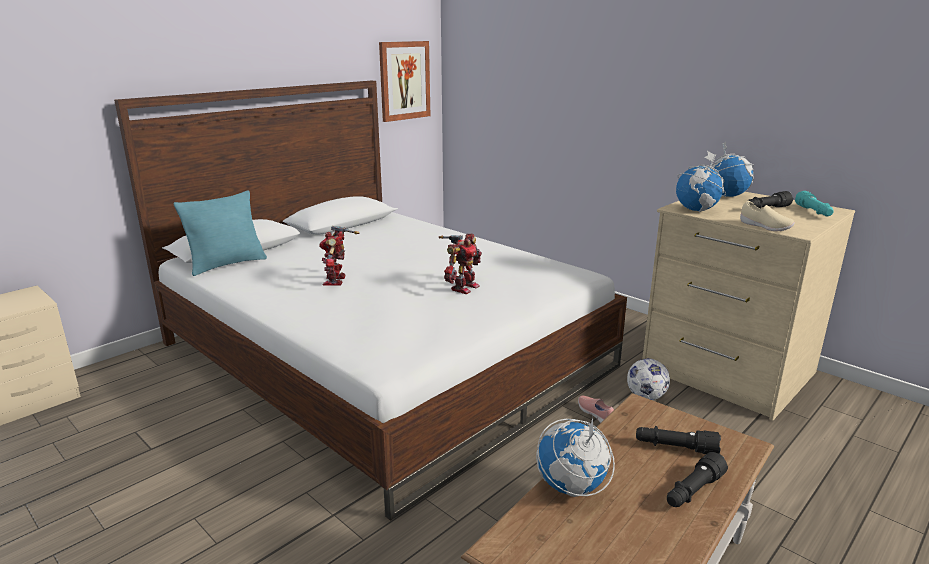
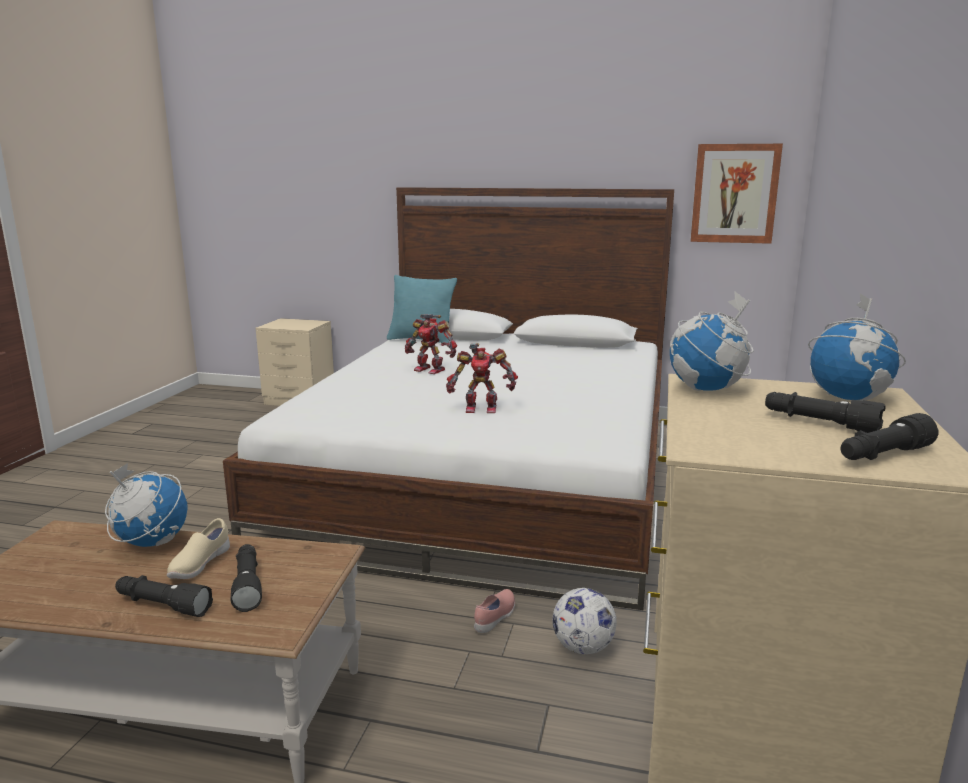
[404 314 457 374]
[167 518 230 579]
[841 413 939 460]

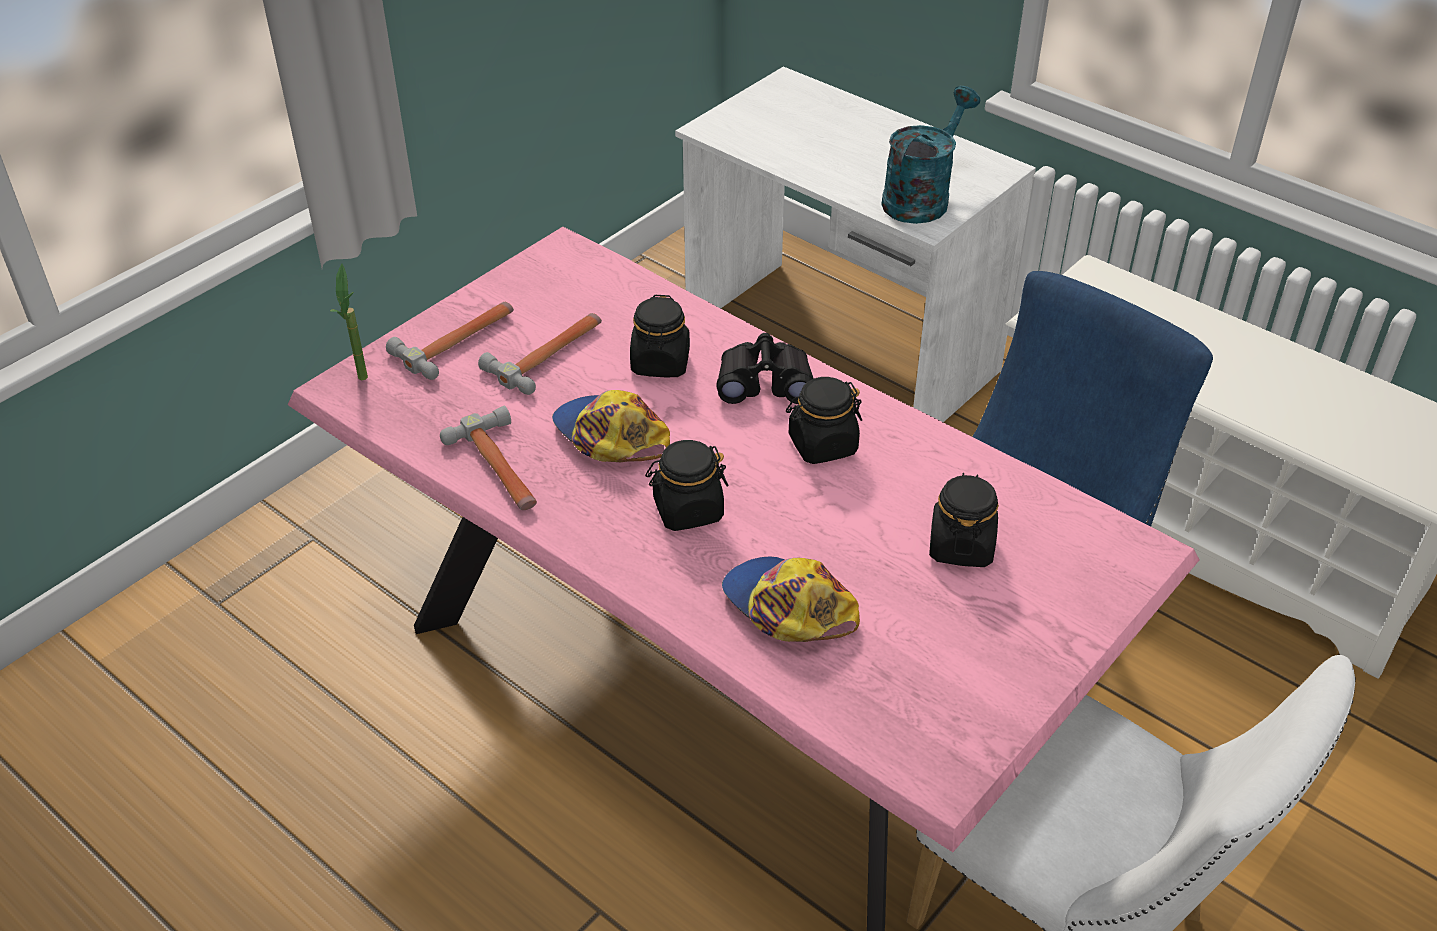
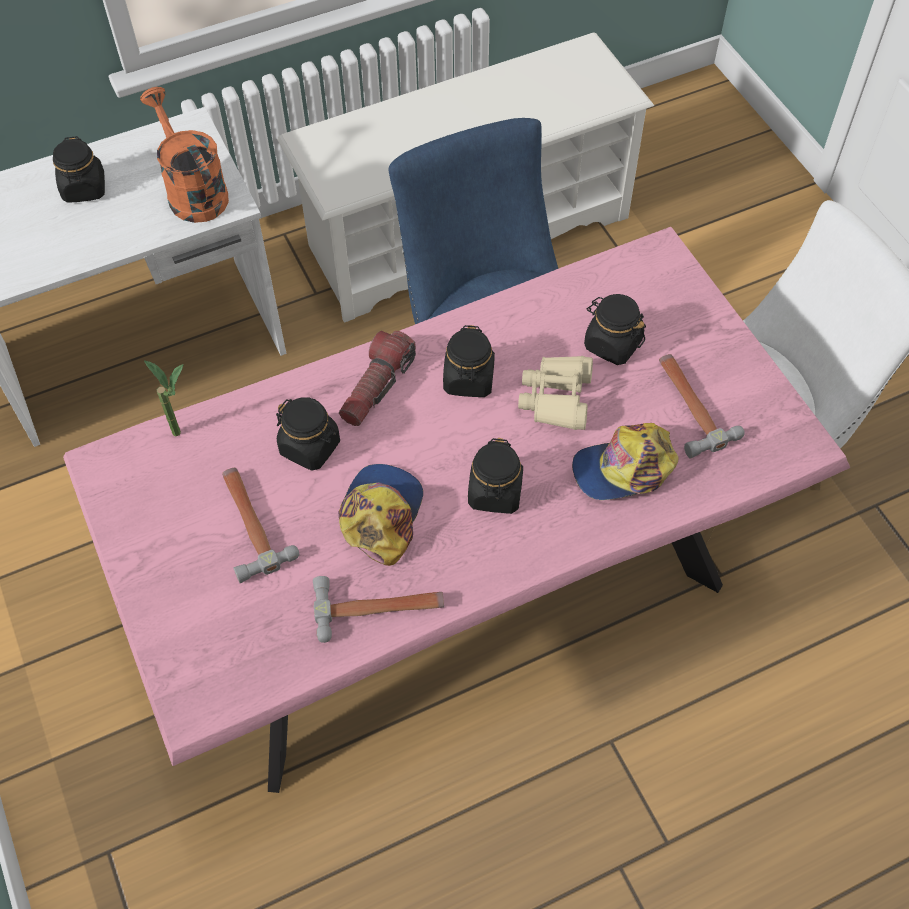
[144 360 184 436]
[659 354 745 458]
[338 464 423 566]
[339 331 416 426]
[140 87 229 223]
[53 136 105 203]
[518 356 593 430]

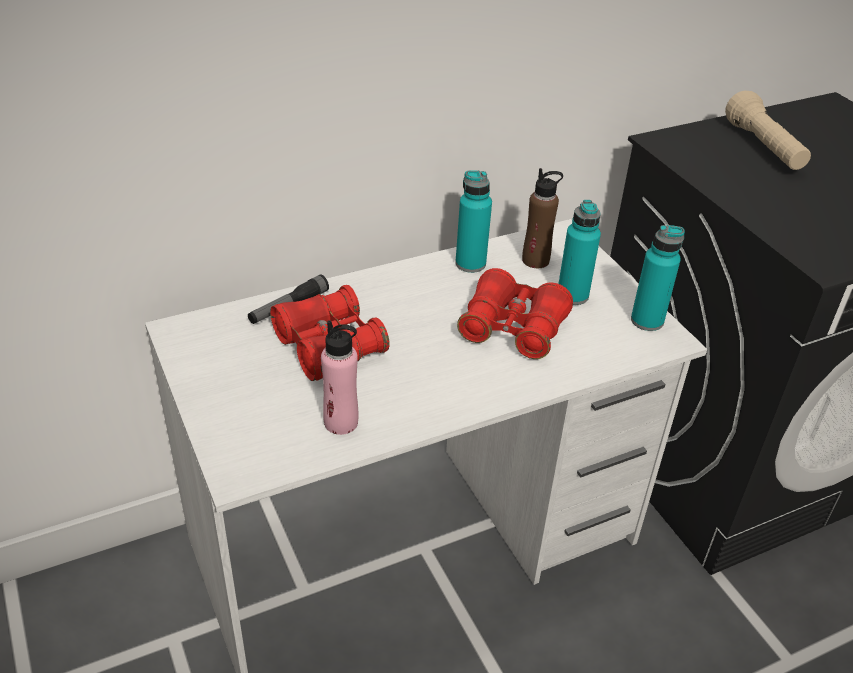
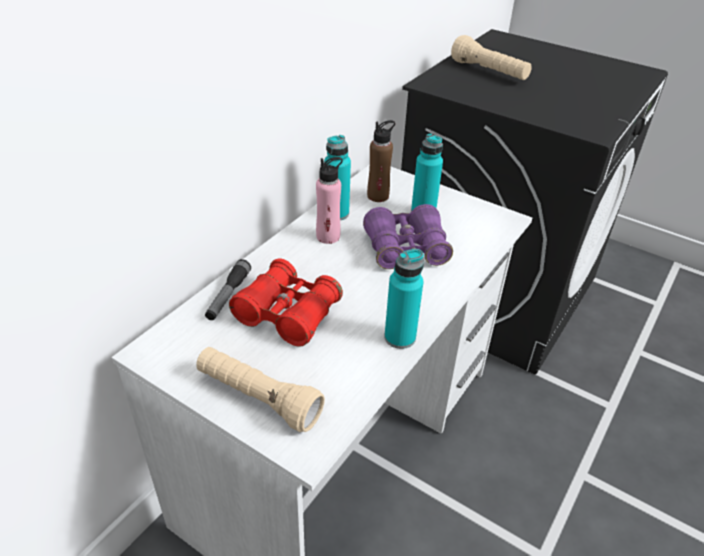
[316 157 343 244]
[363 204 453 269]
[384 249 424 349]
[196 347 325 432]

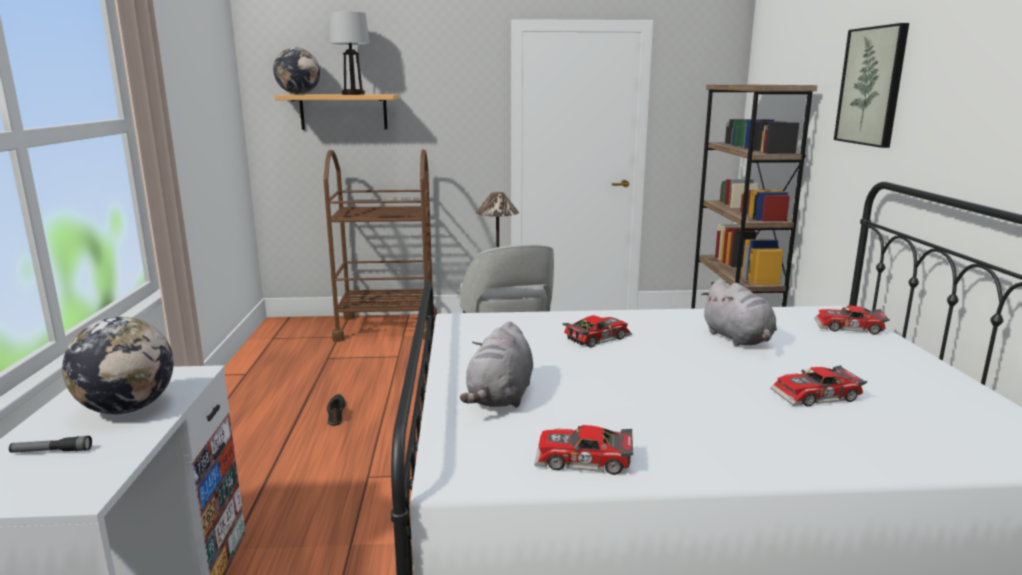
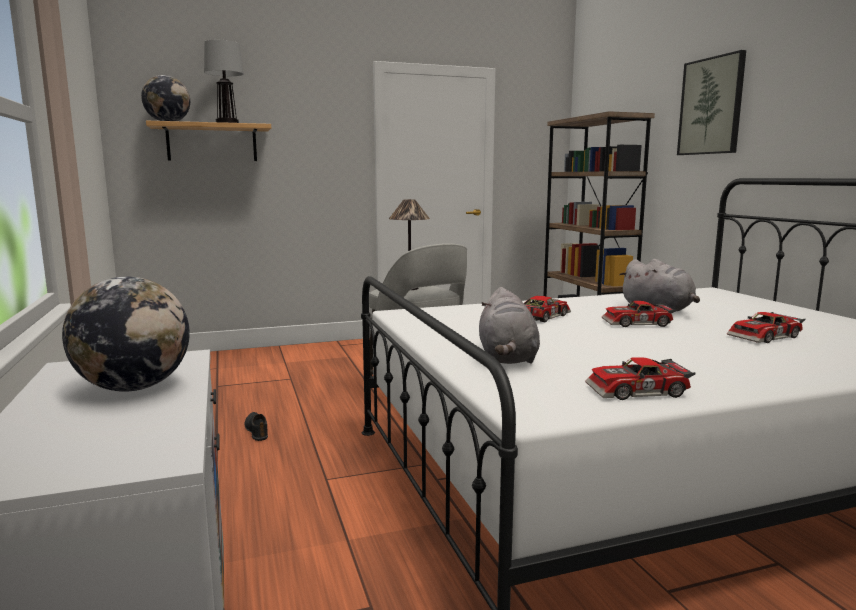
[9 436 92 453] (first image)
[323 149 437 342] (first image)
[602 301 676 327]

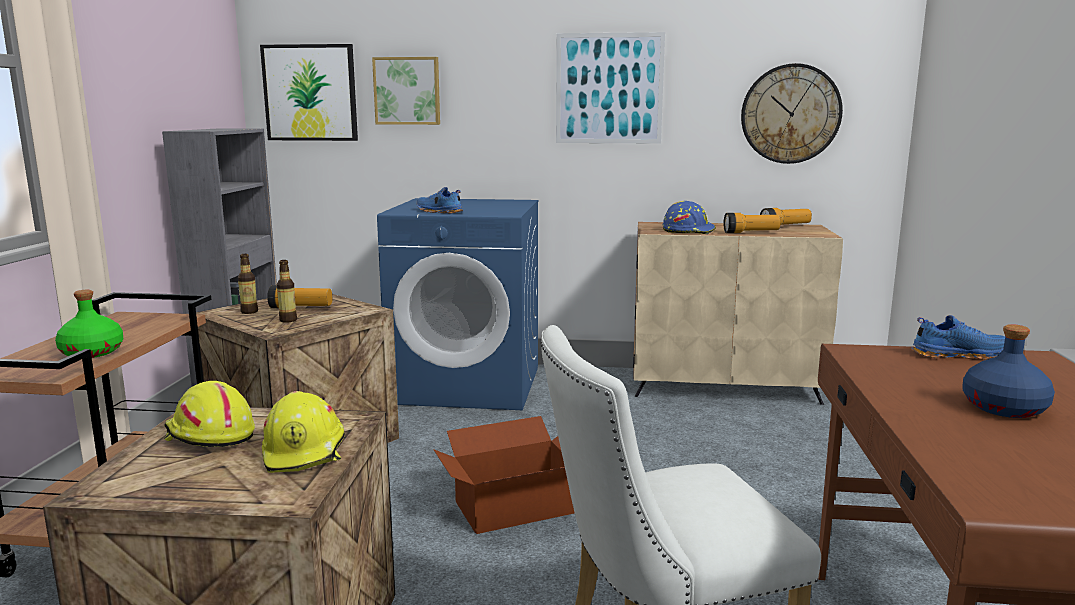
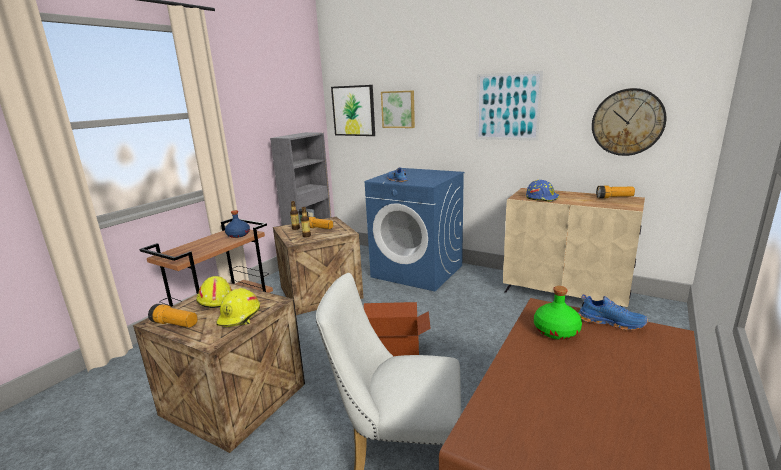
[534 286 582 340]
[148 304 198 328]
[225 210 250 238]

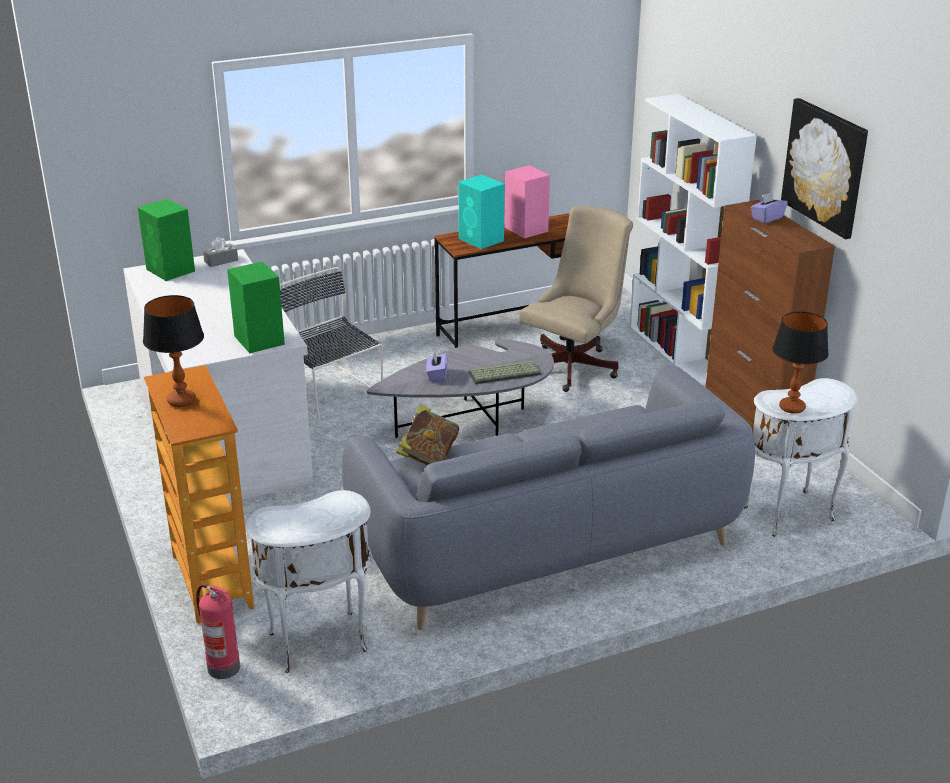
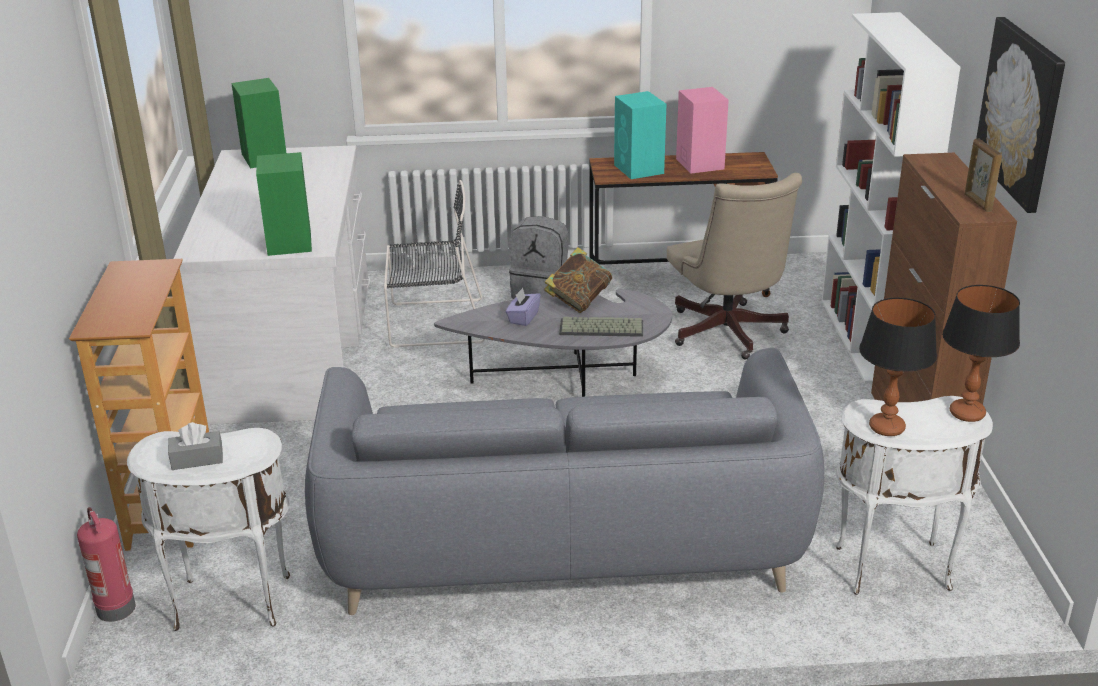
[942 285 1020 422]
[168 422 223 470]
[384 180 485 348]
[544 247 612 313]
[667 173 802 360]
[750 192 788 224] (first image)
[509 216 569 299]
[965 139 1002 212]

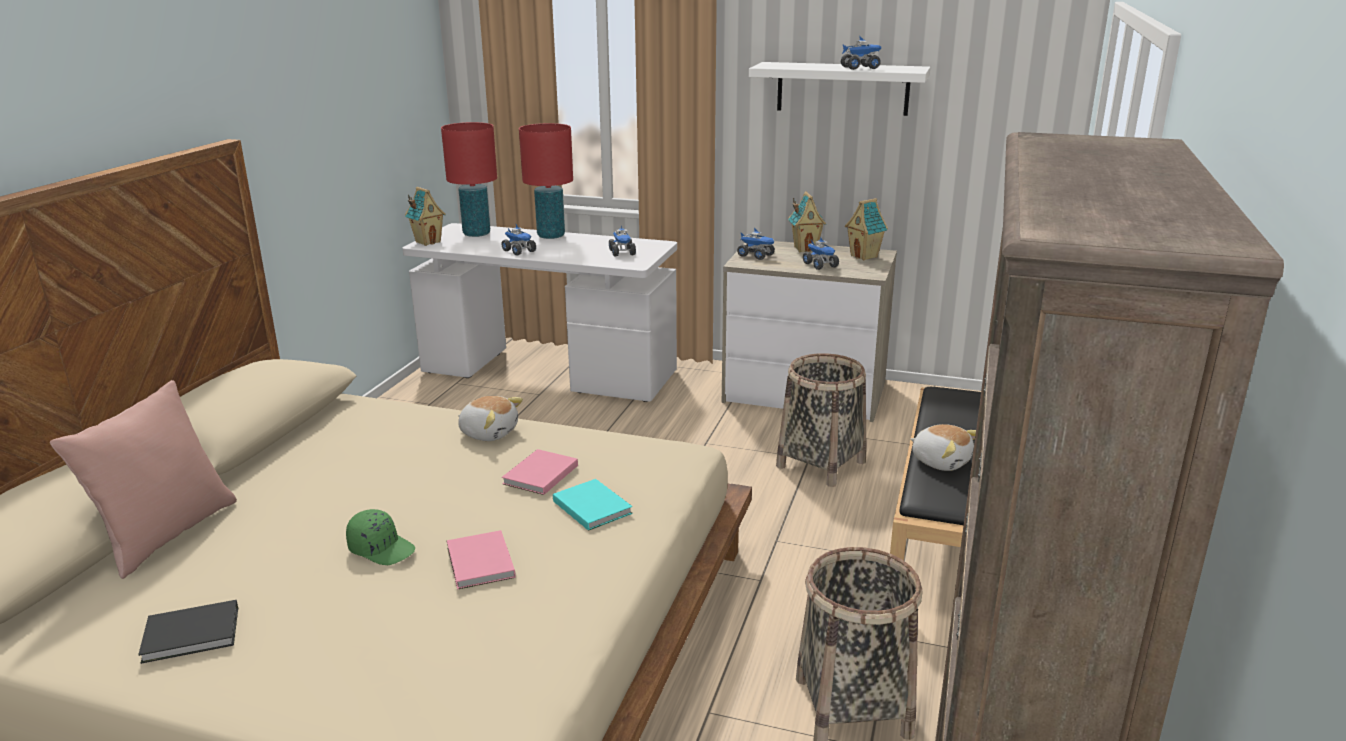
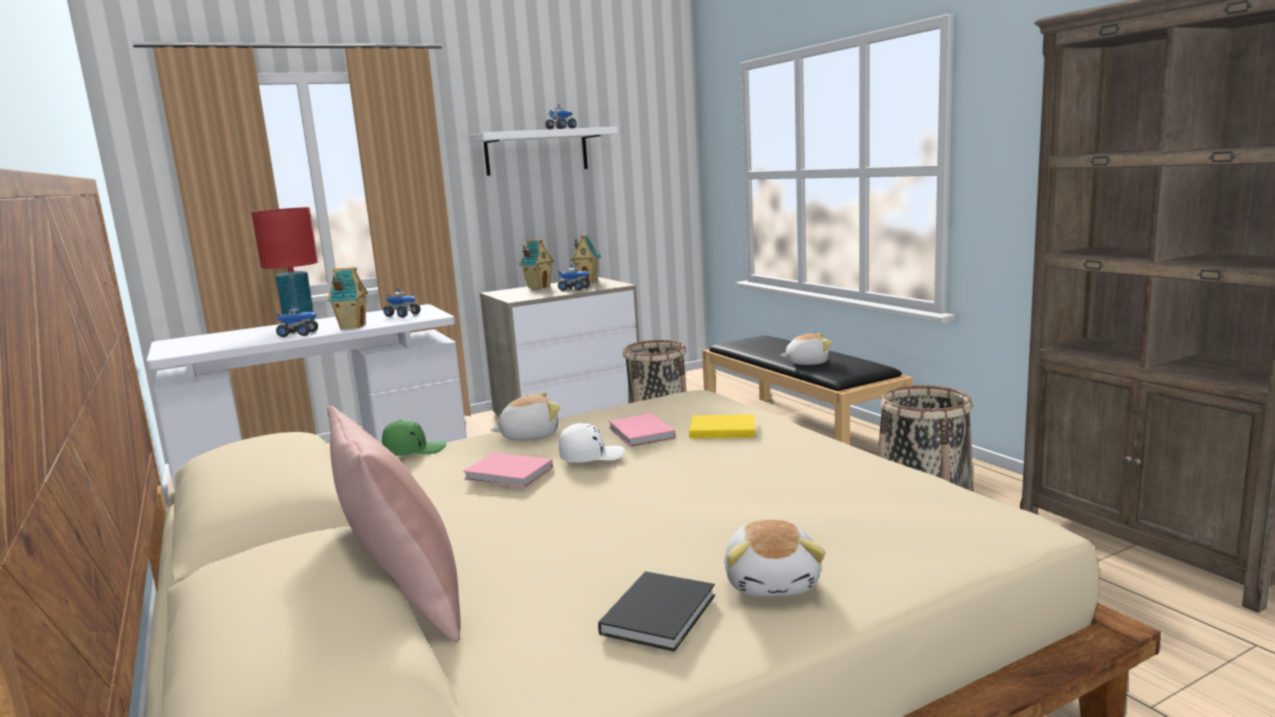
[382 419 447 456]
[328 267 368 329]
[441 122 497 237] (first image)
[463 453 553 488]
[689 414 755 438]
[737 227 775 260] (first image)
[559 423 625 463]
[724 520 826 597]

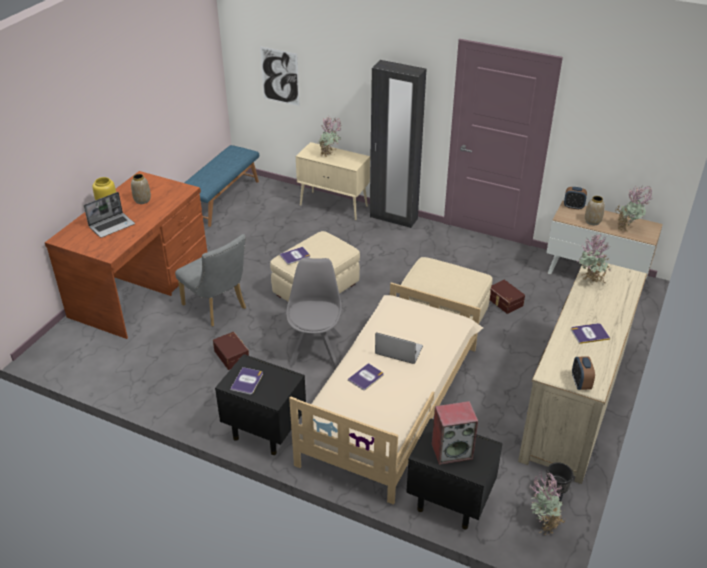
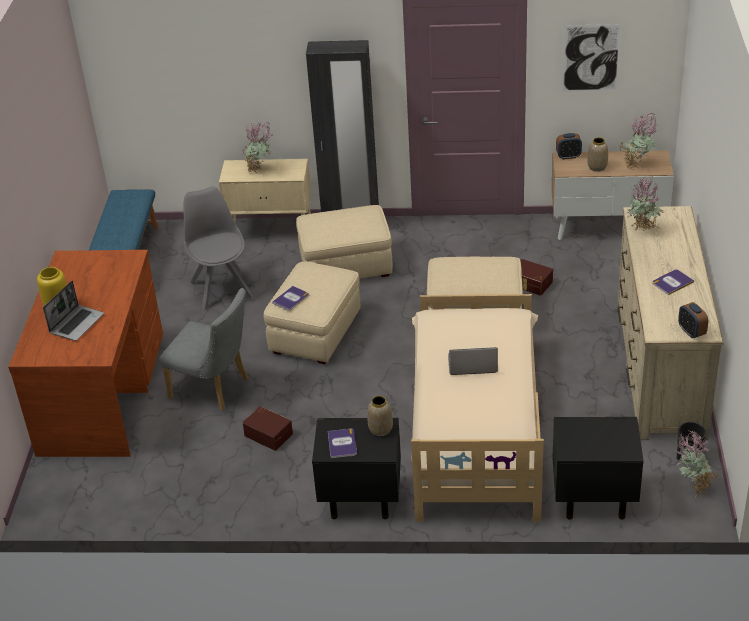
[367 396 393 436]
[562 24 621 92]
[184 187 253 310]
[348 363 384 390] (first image)
[432 401 478 465] (first image)
[296 205 393 278]

